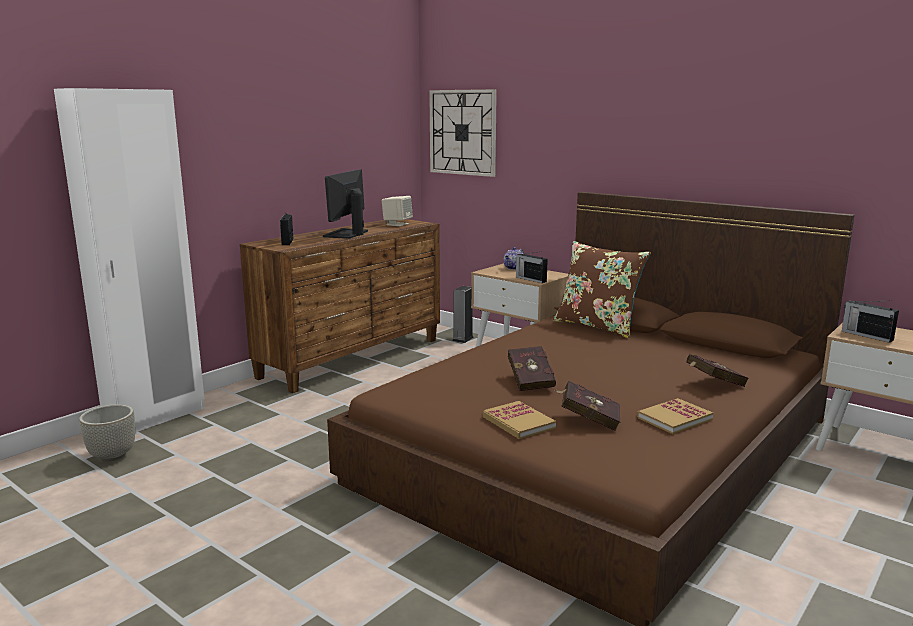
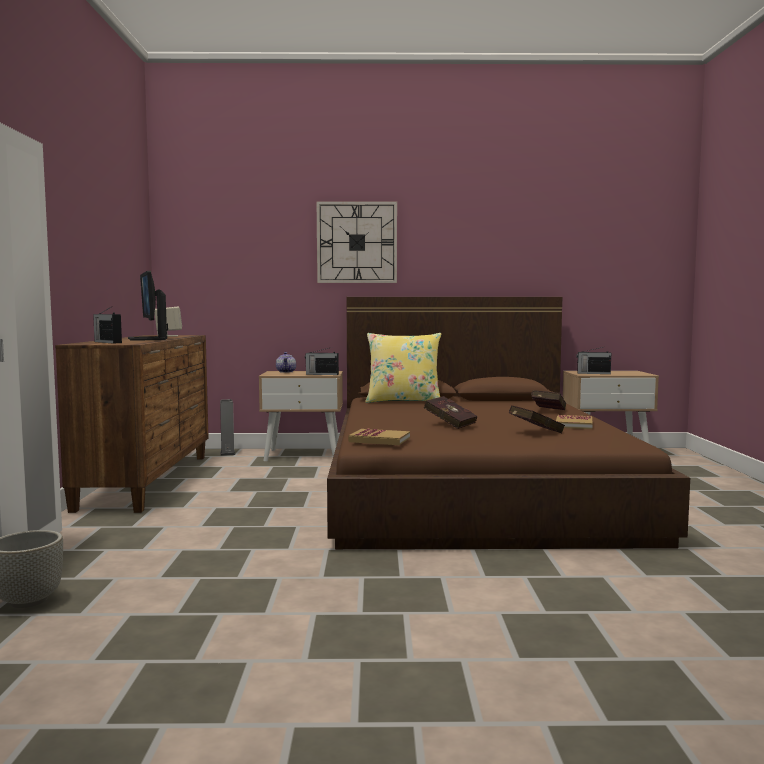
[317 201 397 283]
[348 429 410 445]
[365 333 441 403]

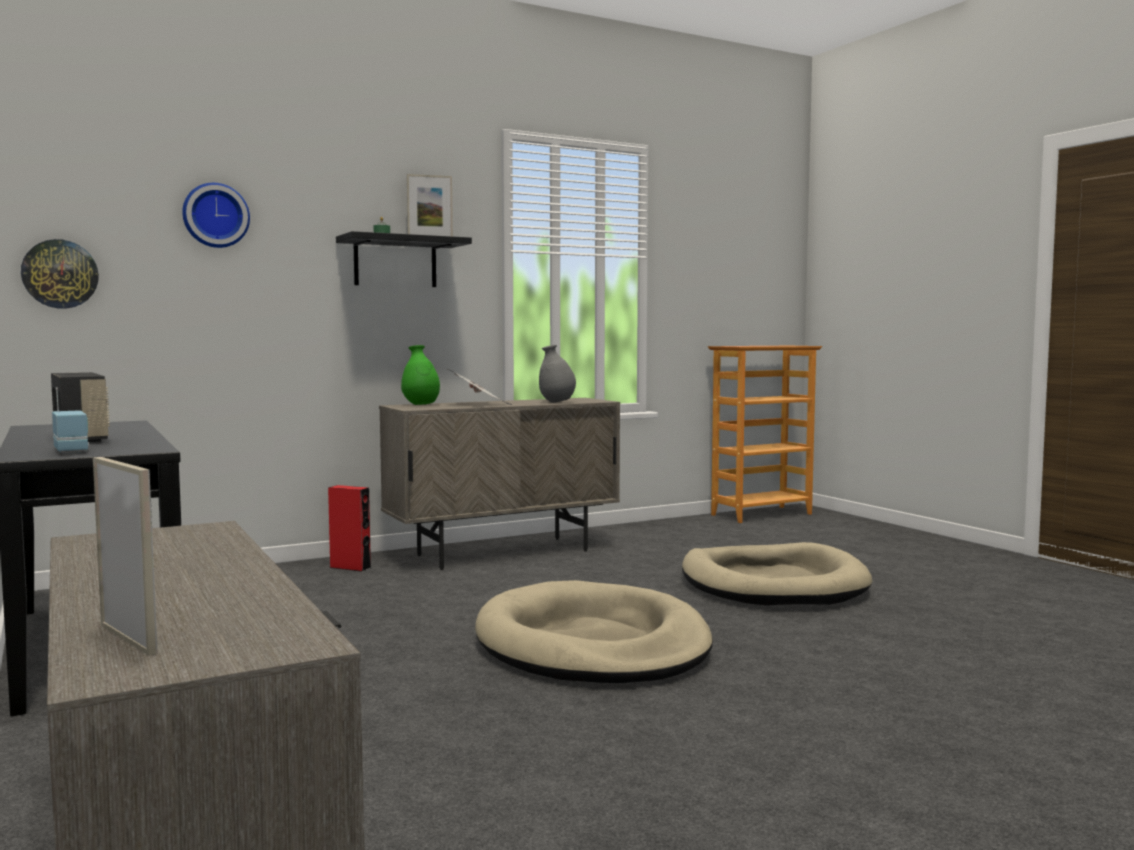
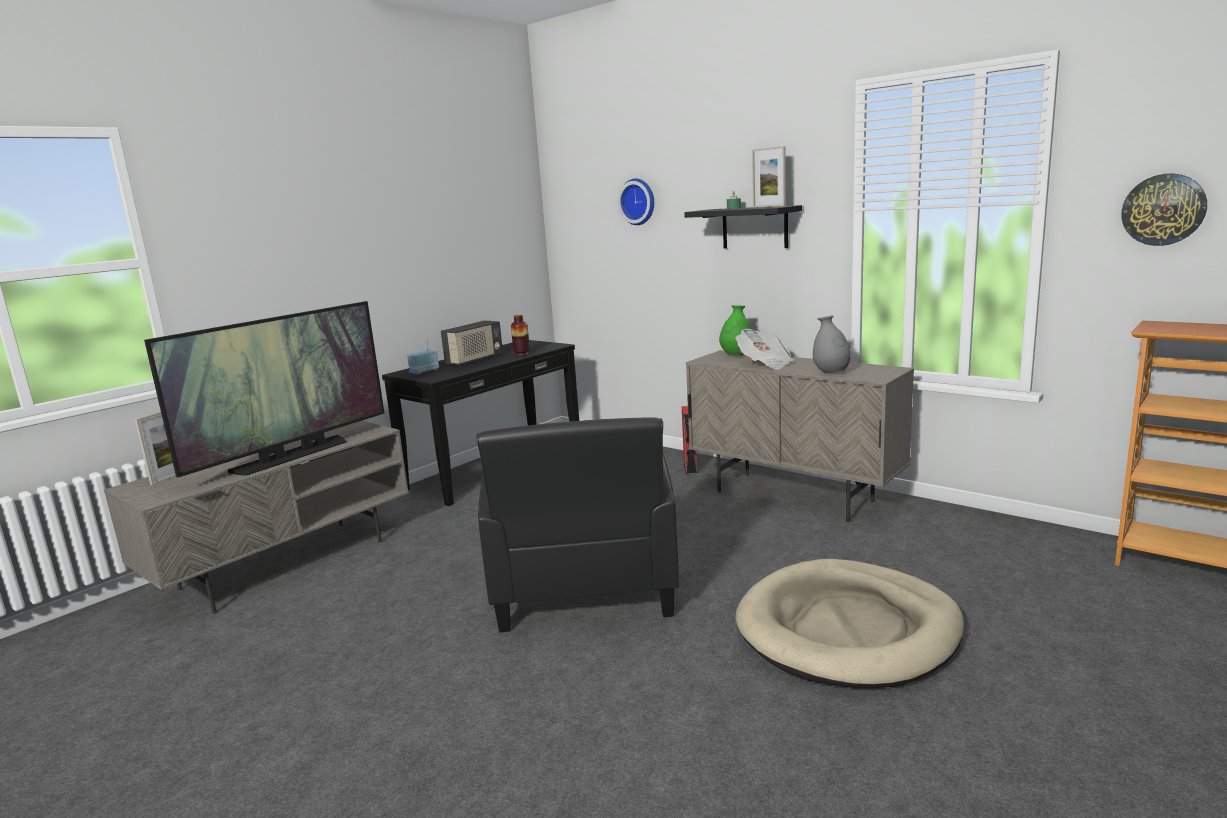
[1121 173 1207 246]
[476 417 679 632]
[144 301 384 477]
[511 315 530 356]

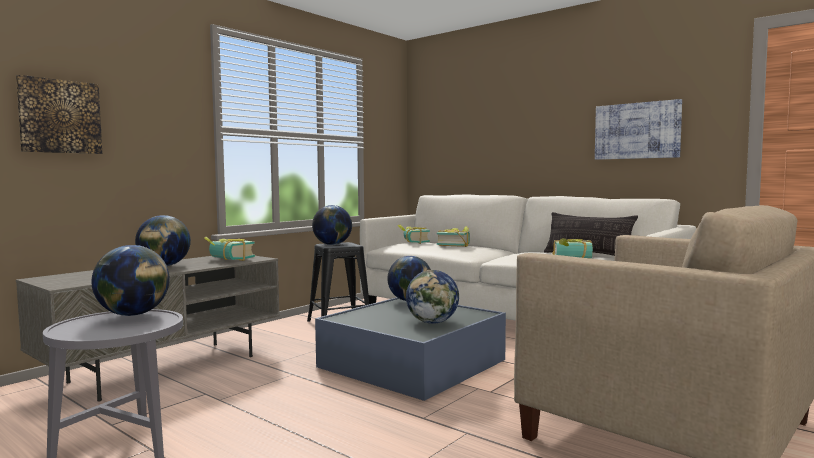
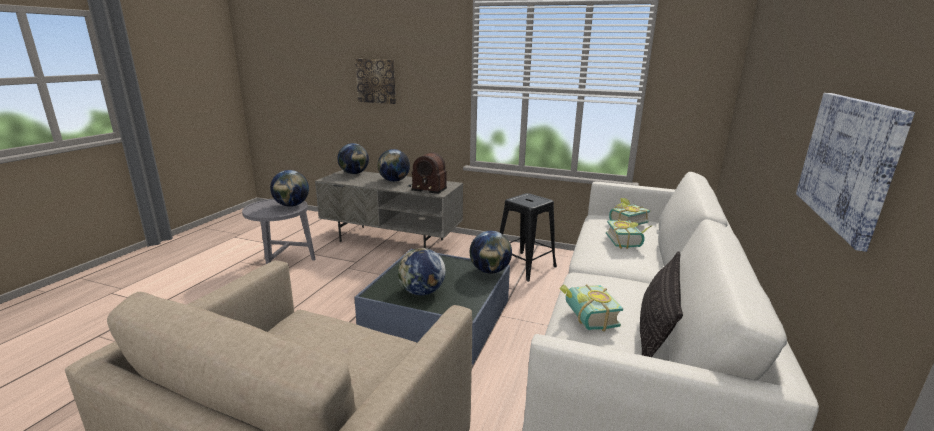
[409 152 447 194]
[338 143 369 174]

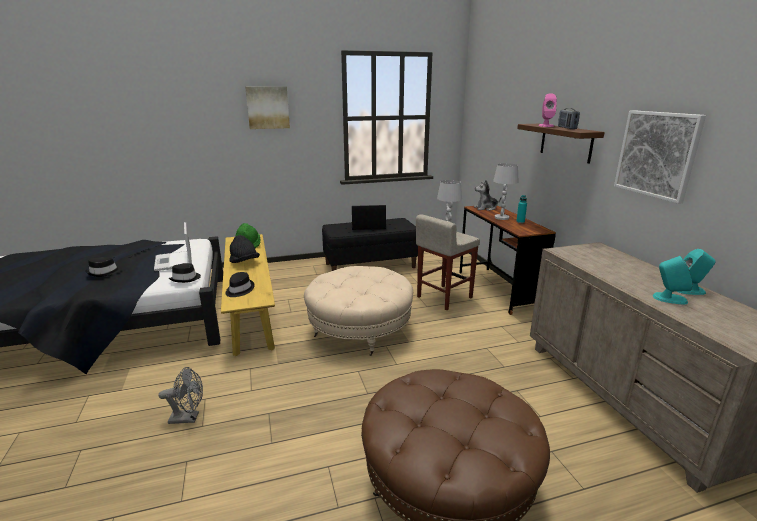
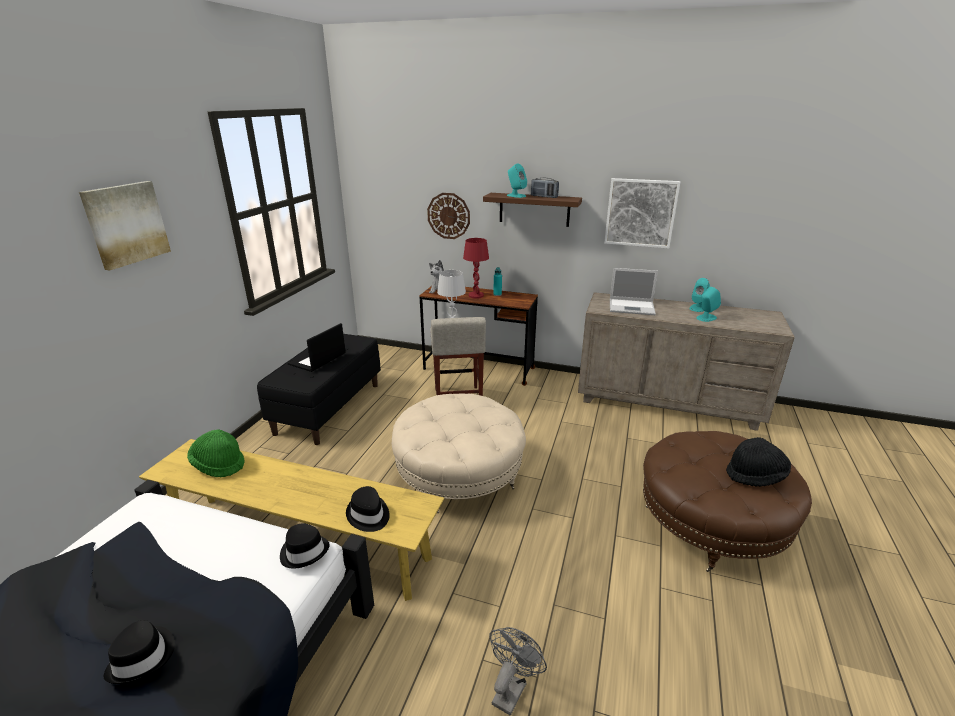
[610 268 658 315]
[726 437 791 487]
[463 238 489 299]
[507 164 527 198]
[427 193 470 239]

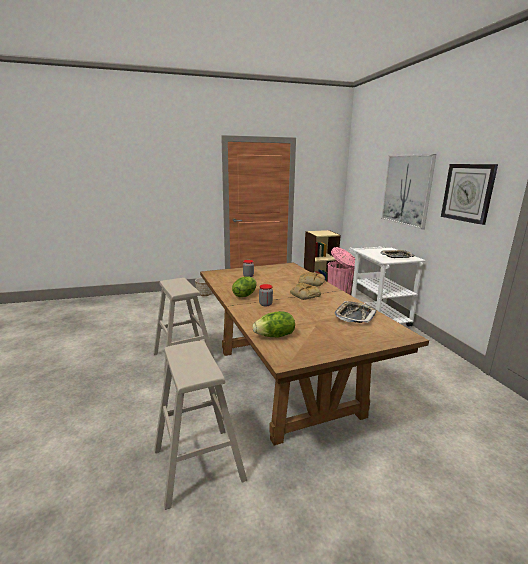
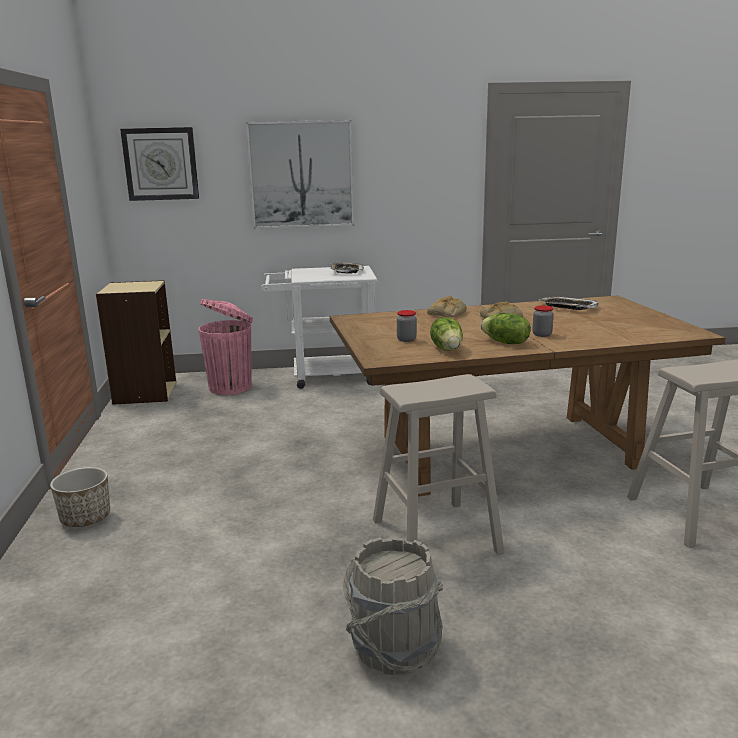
[430 317 463 351]
[120 127 199 201]
[343 536 444 675]

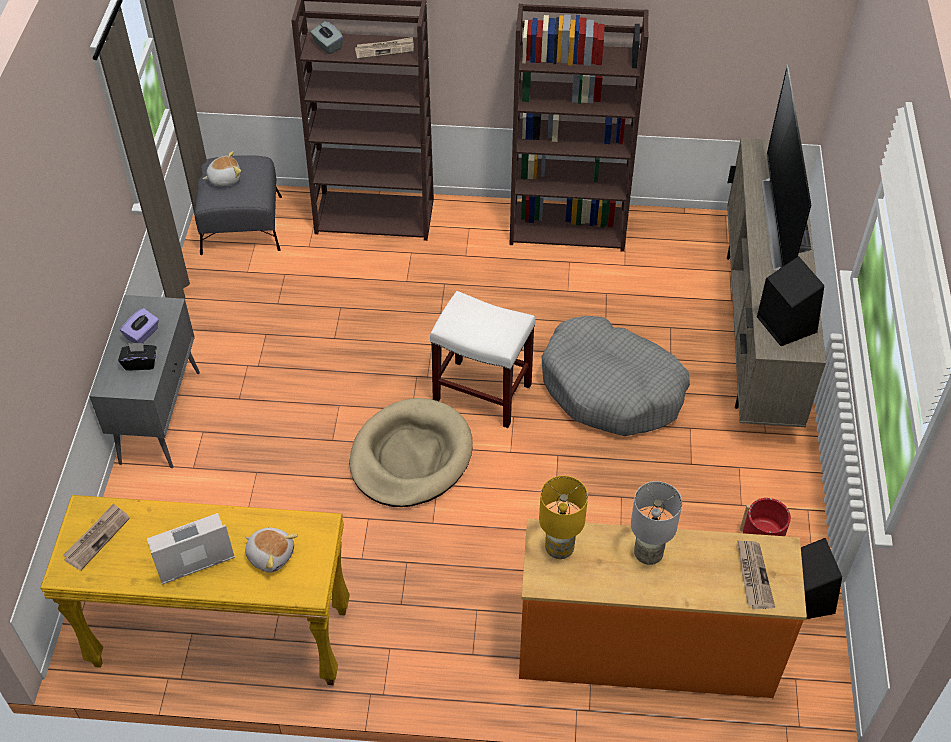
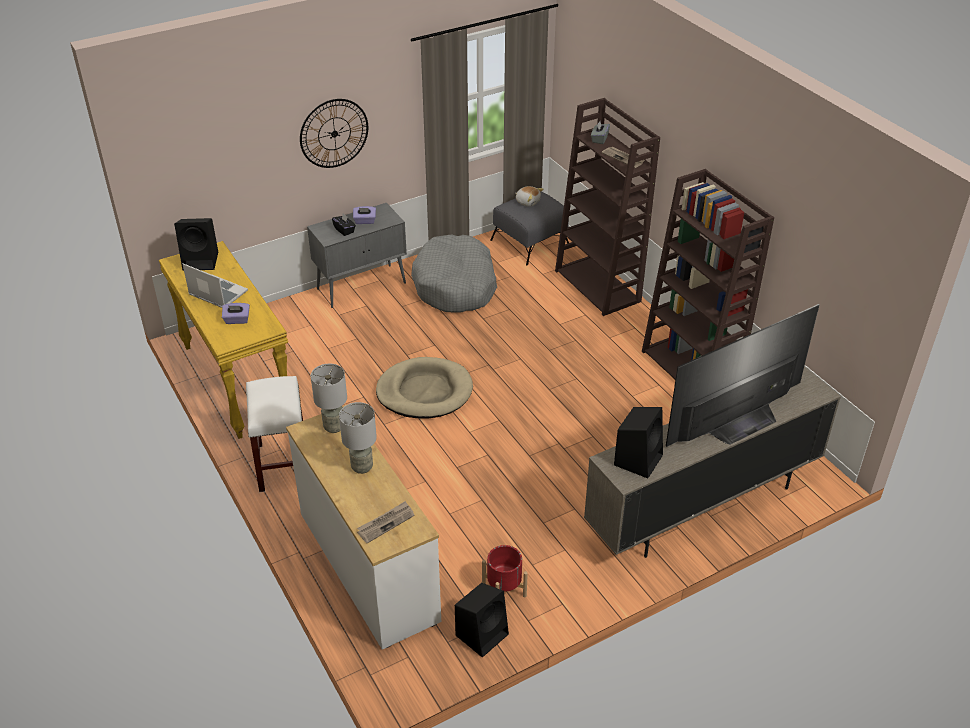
[174 218 218 271]
[222 303 250 324]
[246 376 303 492]
[286 405 441 650]
[311 364 347 433]
[411 234 497 312]
[300 99 368 168]

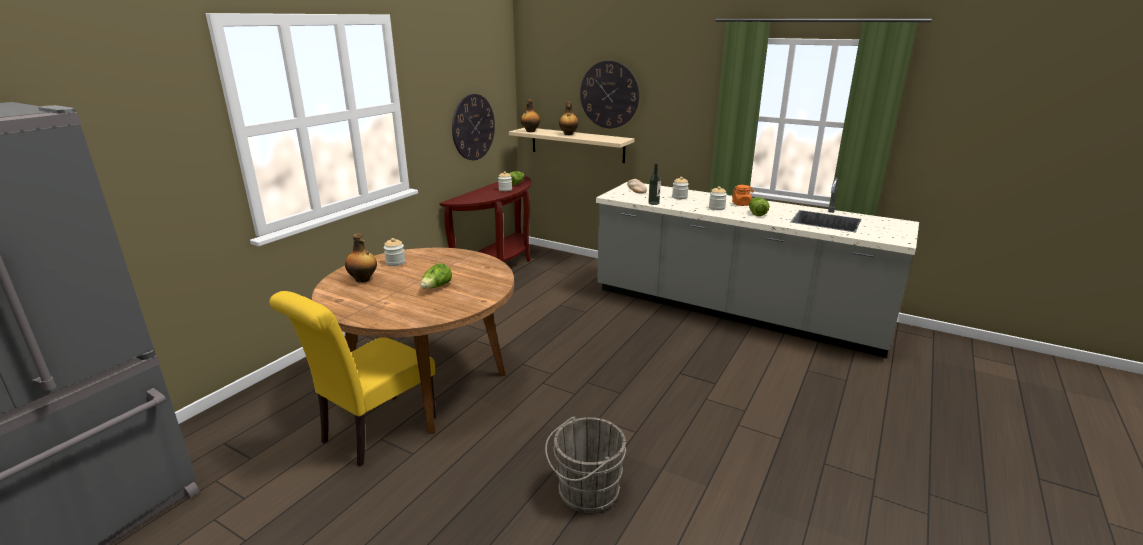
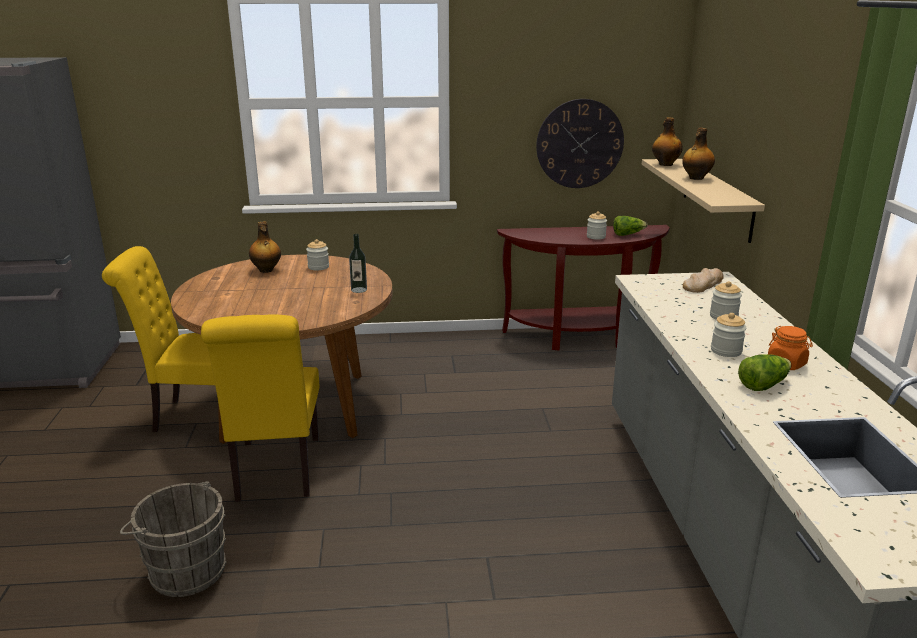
[420 263 452 289] (first image)
[580 61 639 128] (first image)
[349 234 367 293]
[201 314 319 502]

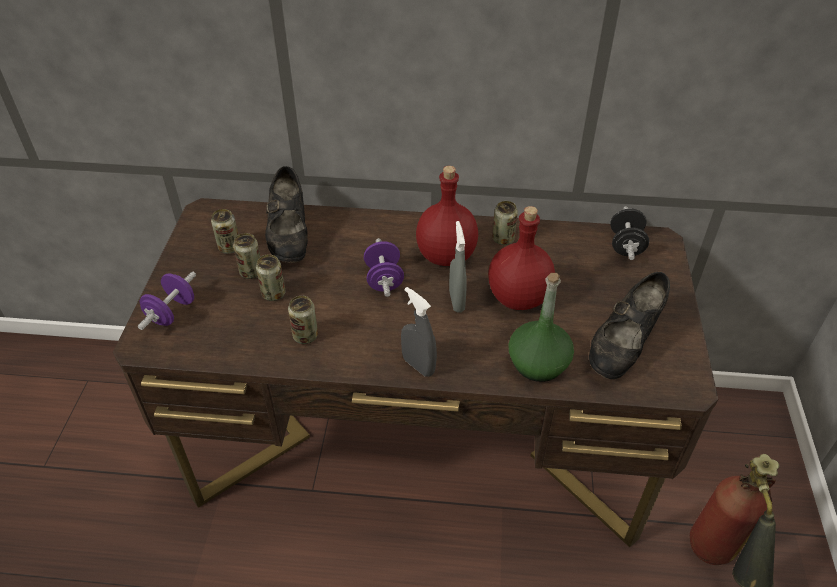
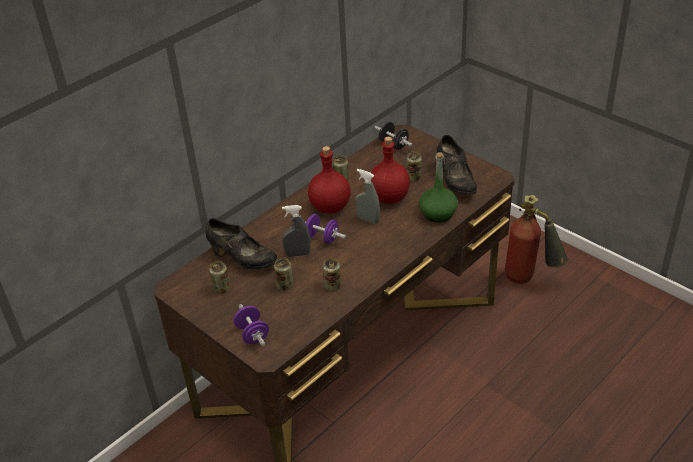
[407 151 422 181]
[282 205 311 257]

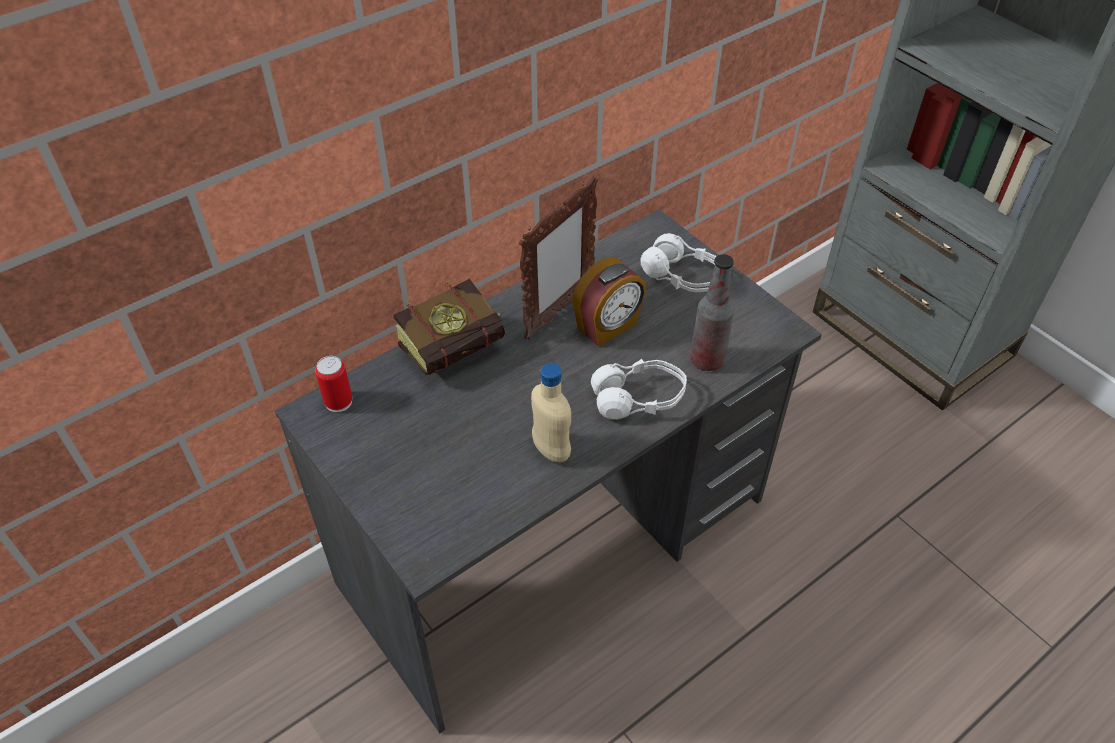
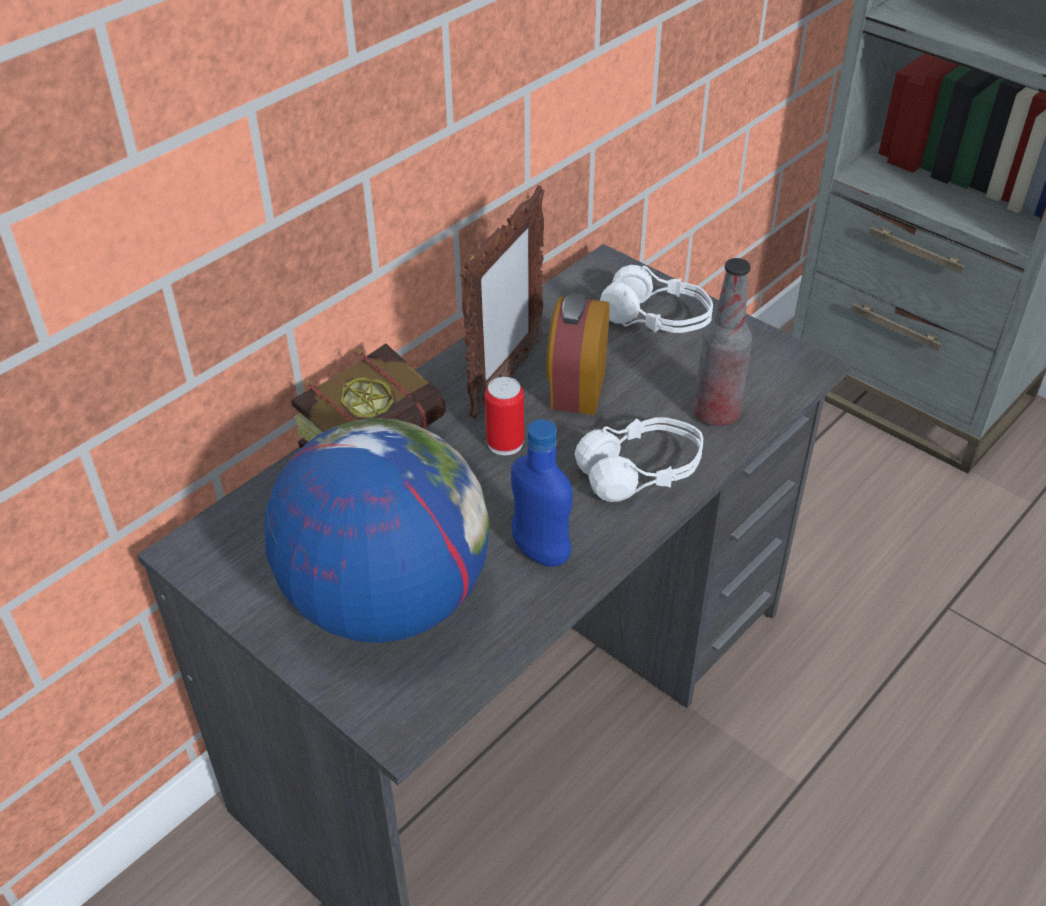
[485 377 524 455]
[511 419 573 567]
[546 293 609 415]
[264 418 490 643]

